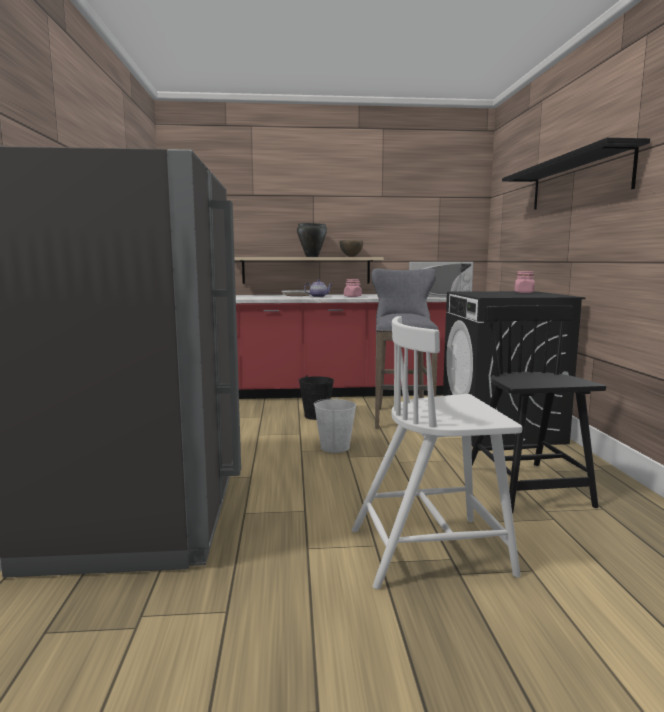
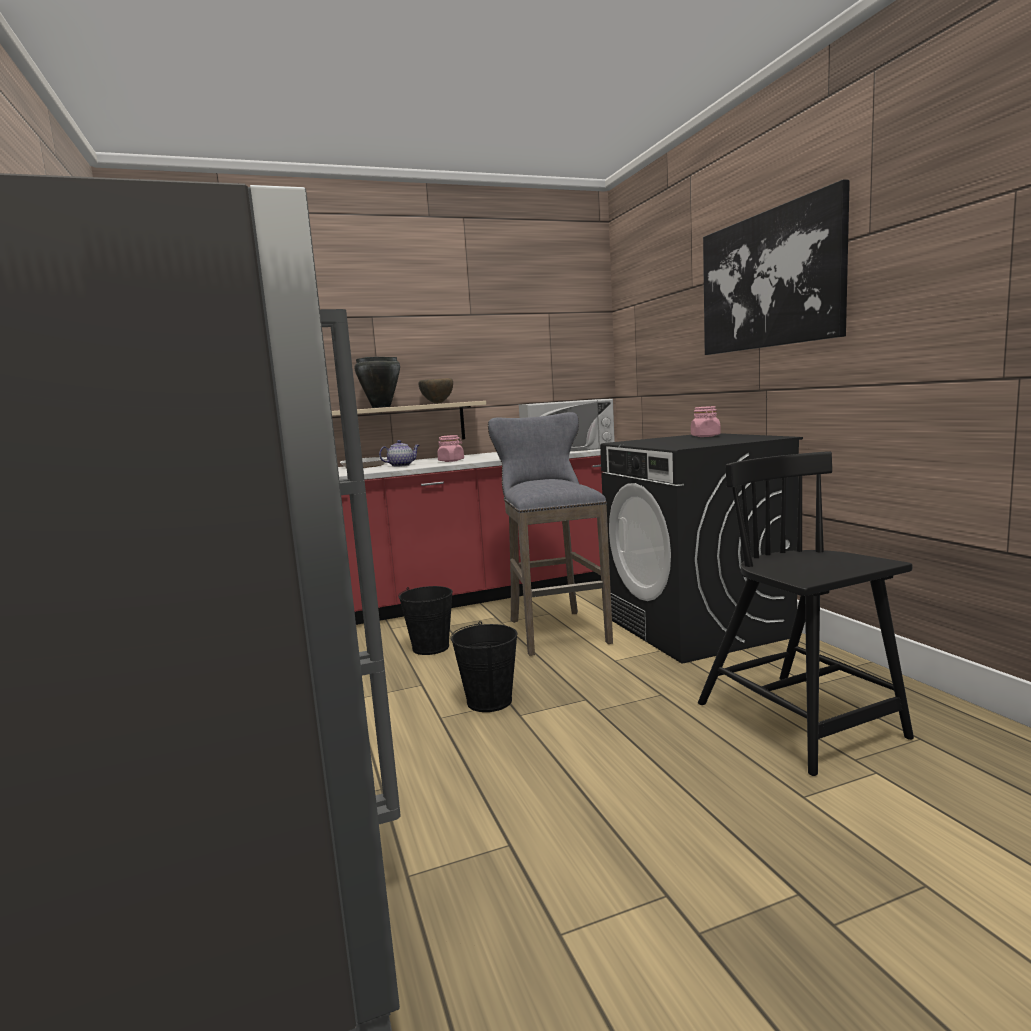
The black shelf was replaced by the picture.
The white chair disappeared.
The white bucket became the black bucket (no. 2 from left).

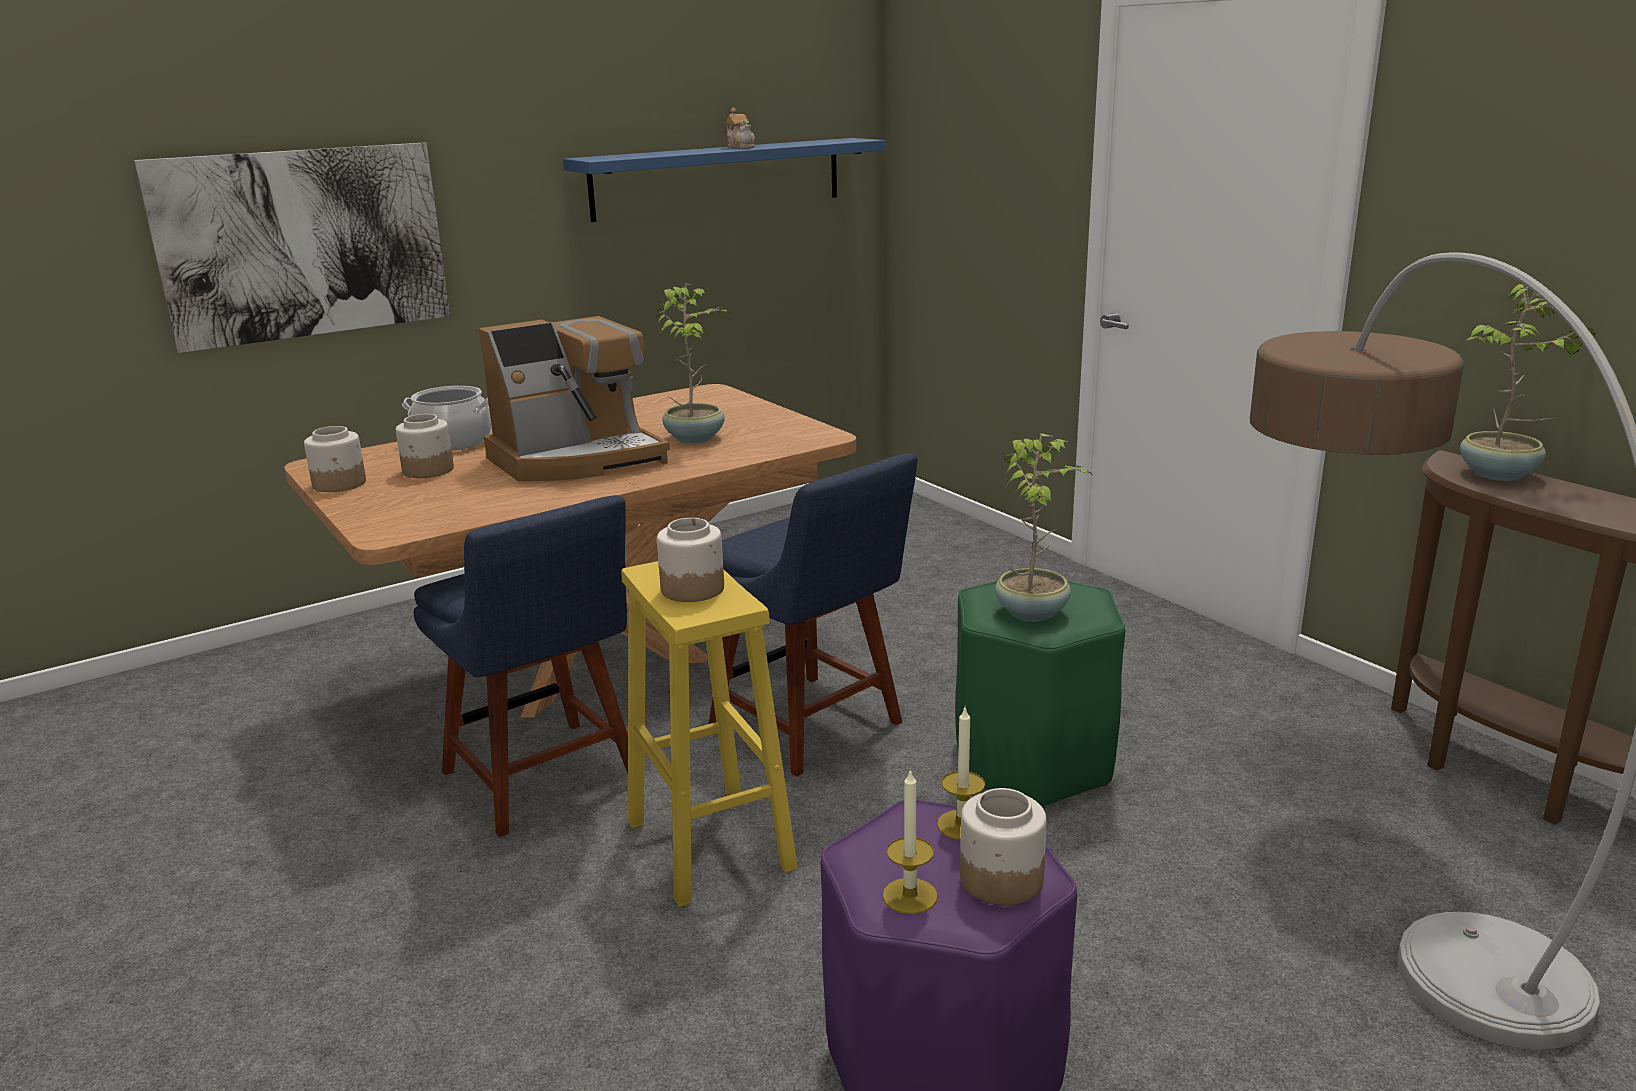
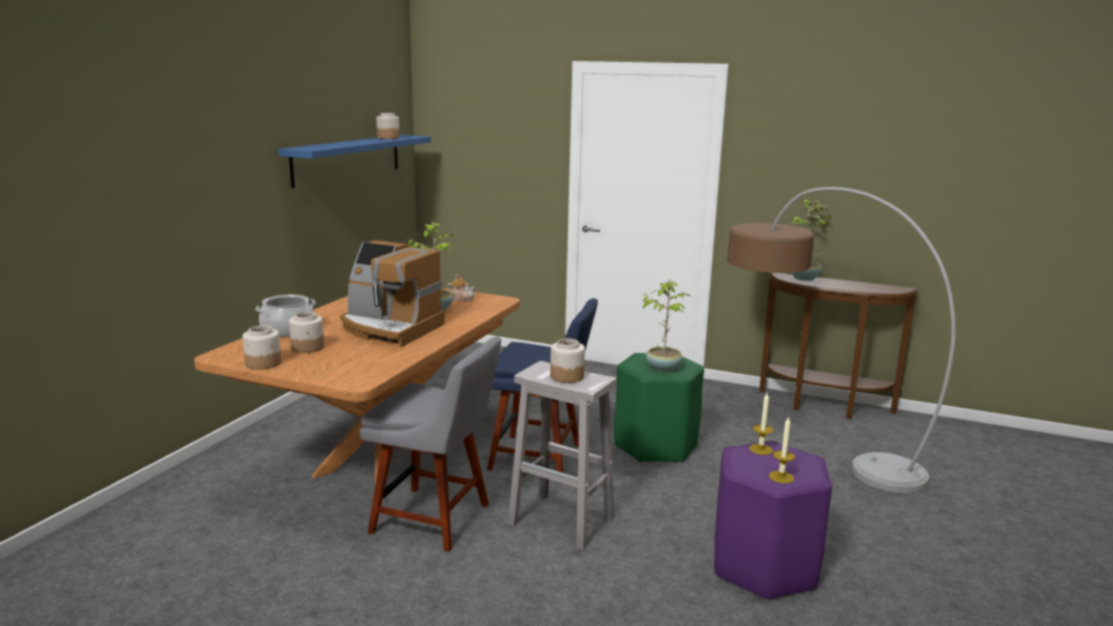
The teapot moved.
The picture disappeared.
The coffee machine turned 90 degrees clockwise.
The blue chair (no. 1 from left) became the grey chair.
The yellow stool became the white stool.
The jar (no. 4 from left in the first image) moved.

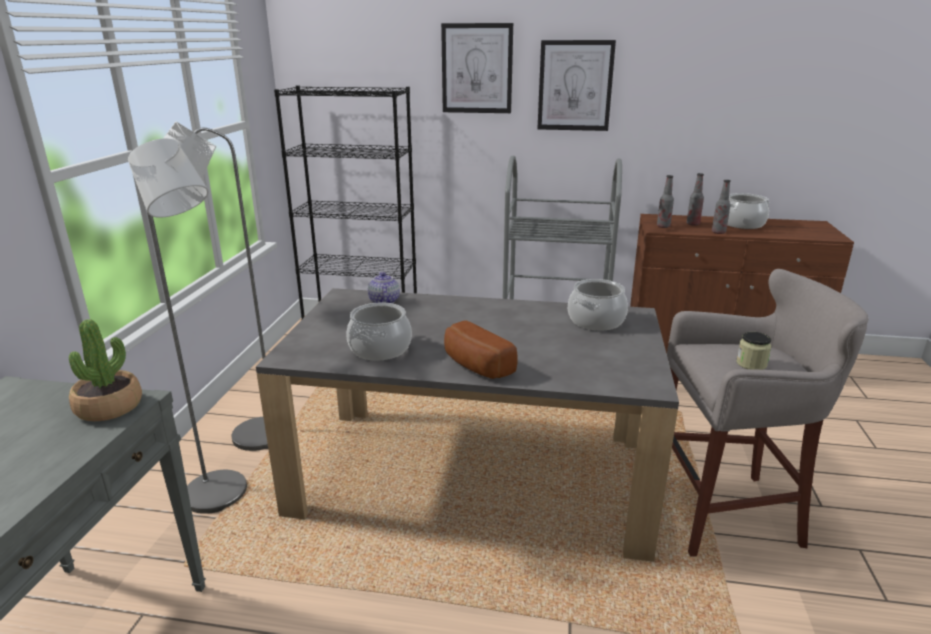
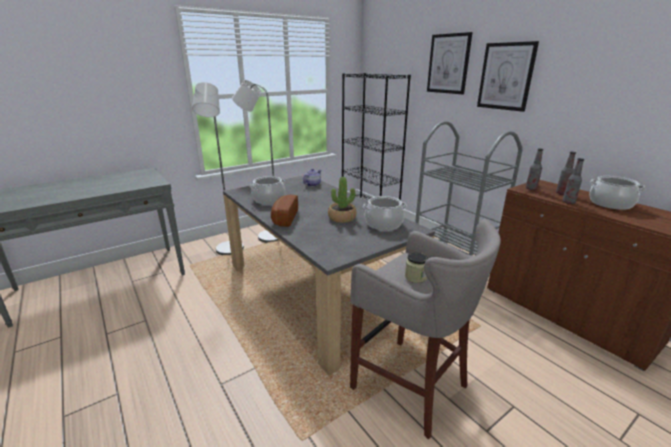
The potted plant moved.

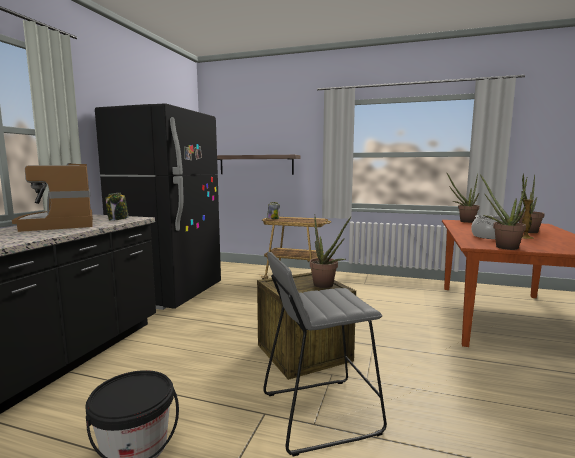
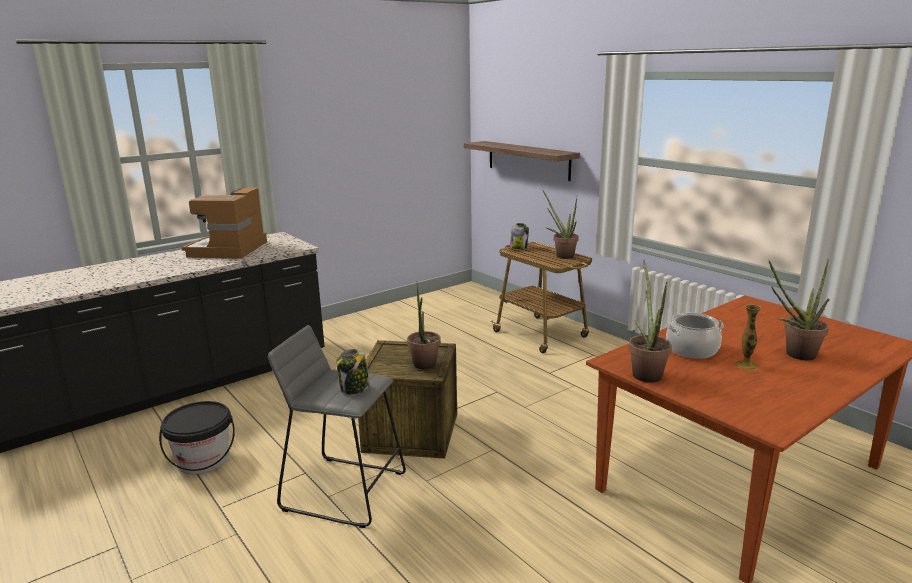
The black fridge disappeared.
The potted plant (no. 2 from left) moved.
The jar (no. 1 from left) moved.

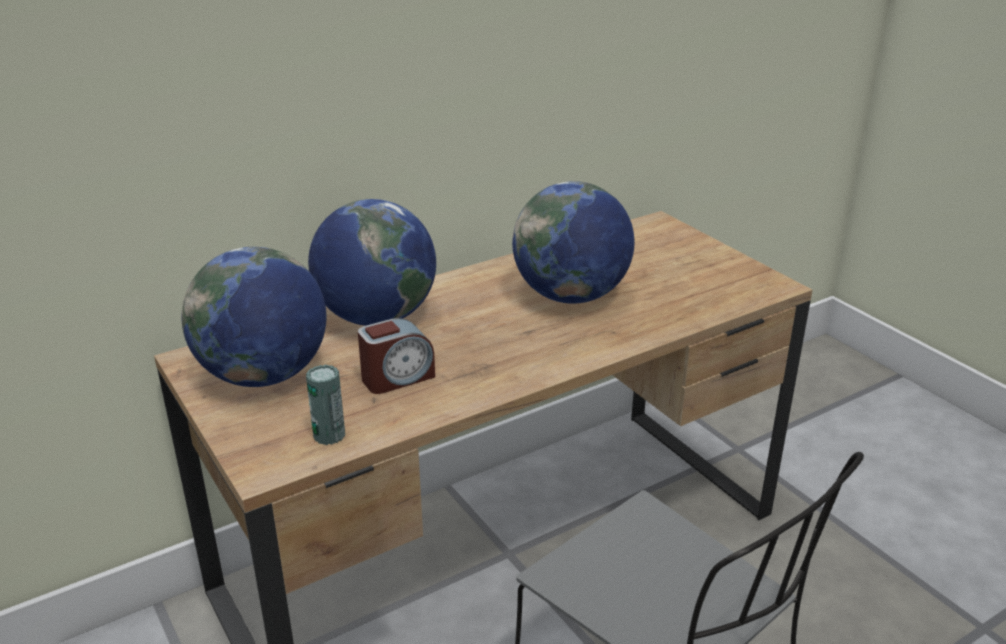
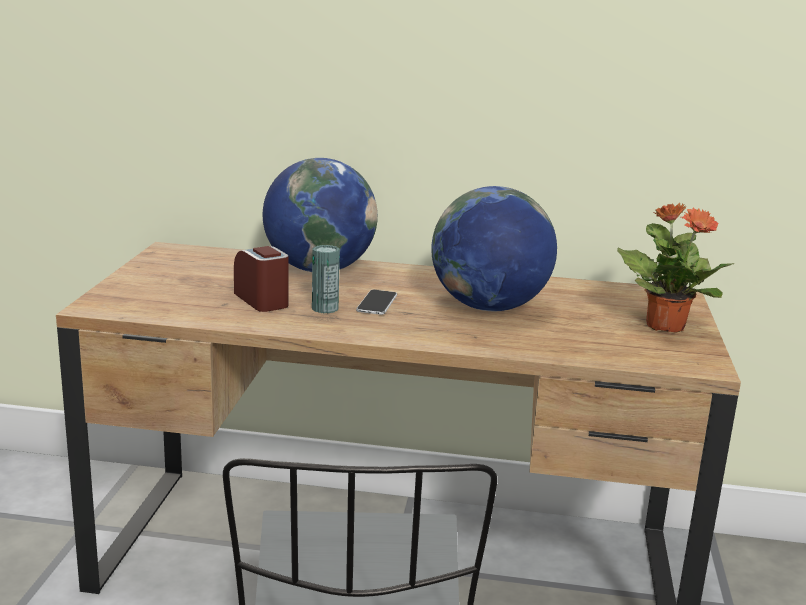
The globe (no. 1 from left) disappeared.
The alarm clock turned 135 degrees counterclockwise.
The can moved.
The potted plant appeared.
The phone appeared.

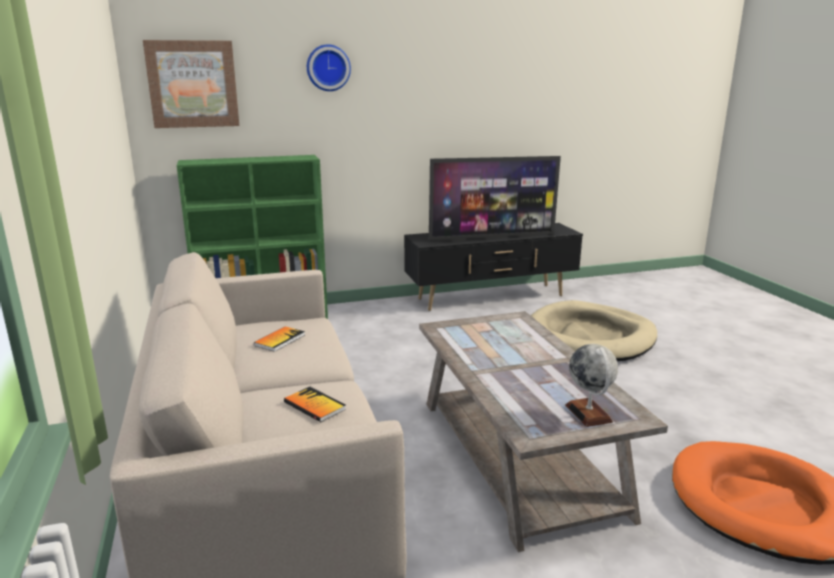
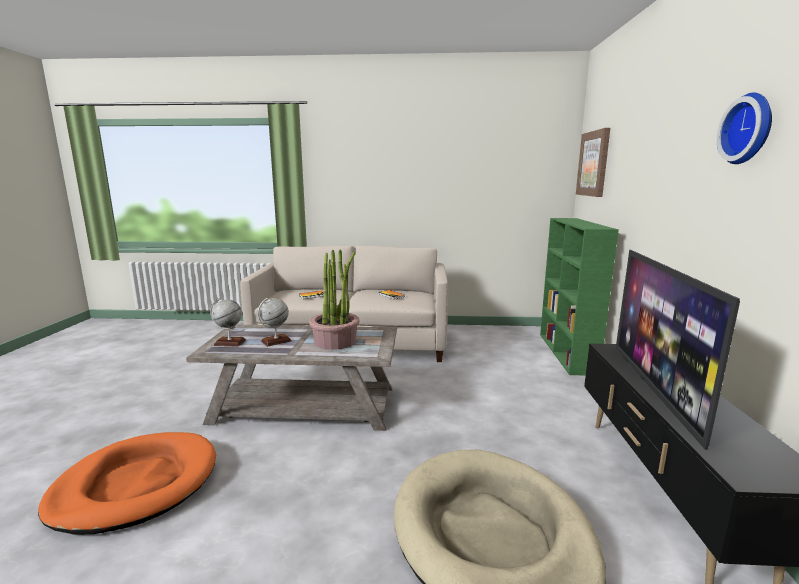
The wall clock moved.
The potted plant appeared.
The globe (no. 2 from left) appeared.

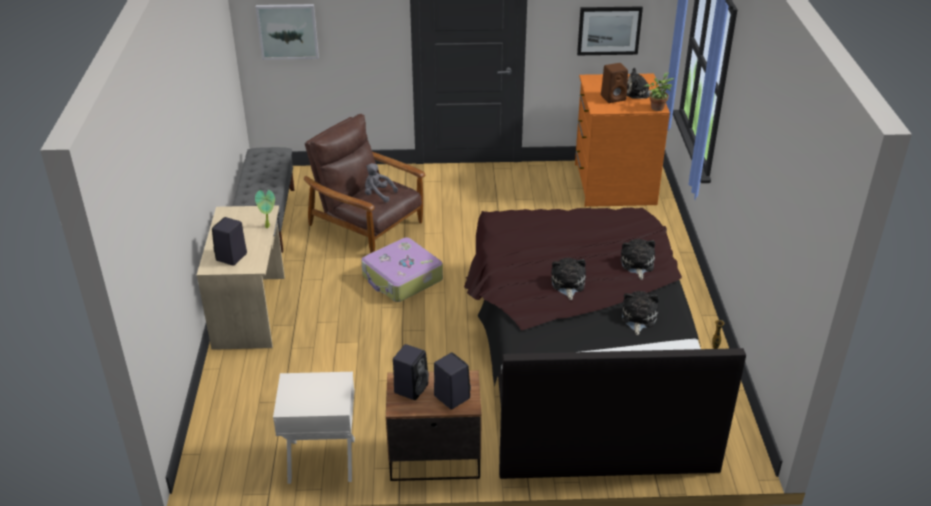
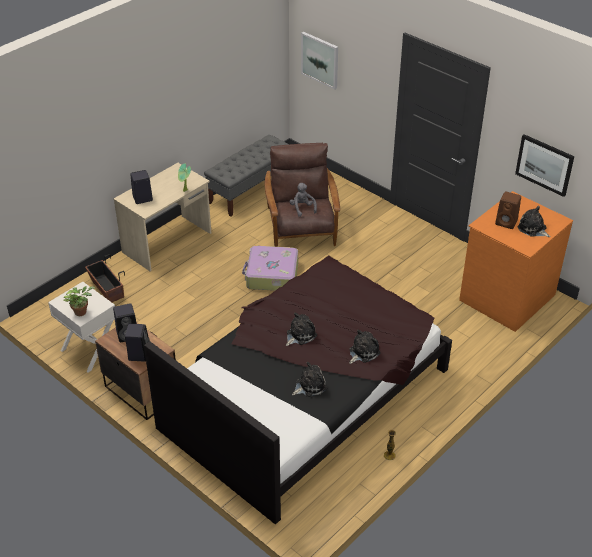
The potted plant (no. 2 from left in the first image) moved.
The planter appeared.

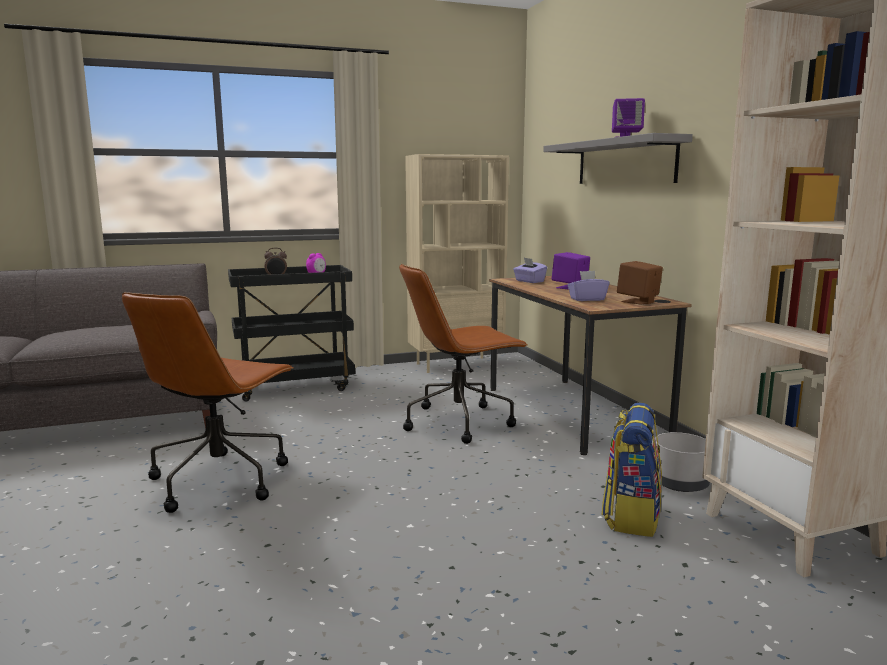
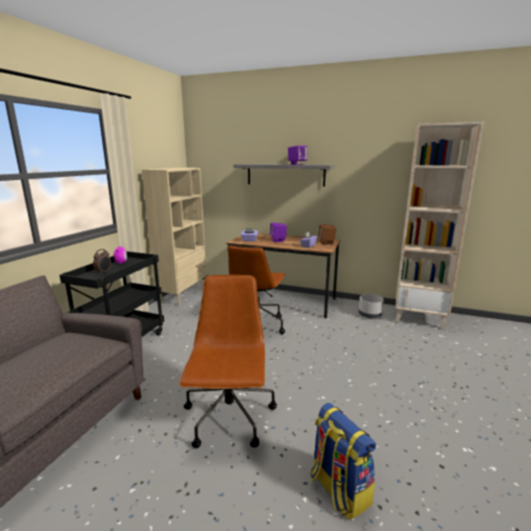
The brown office chair (no. 1 from left) turned 150 degrees counterclockwise.
The backpack moved.

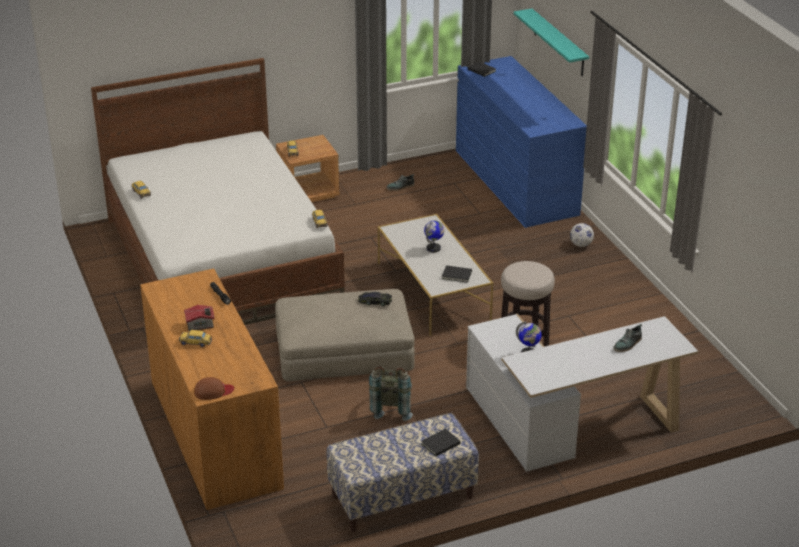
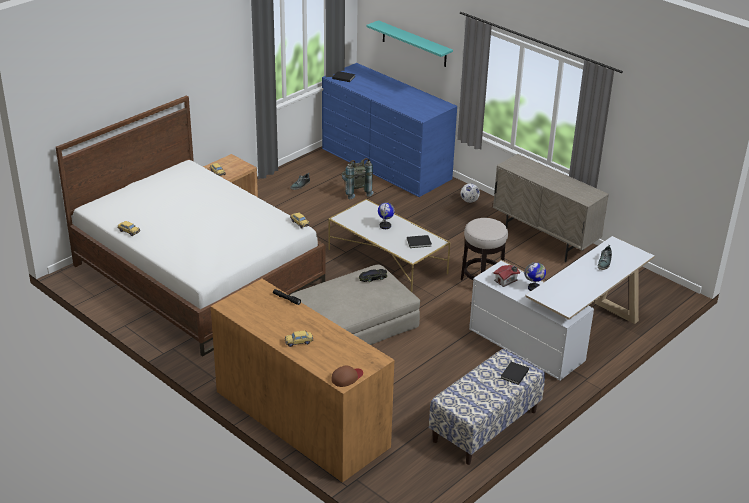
The toy house moved.
The grey backpack moved.
The beige cabinet appeared.

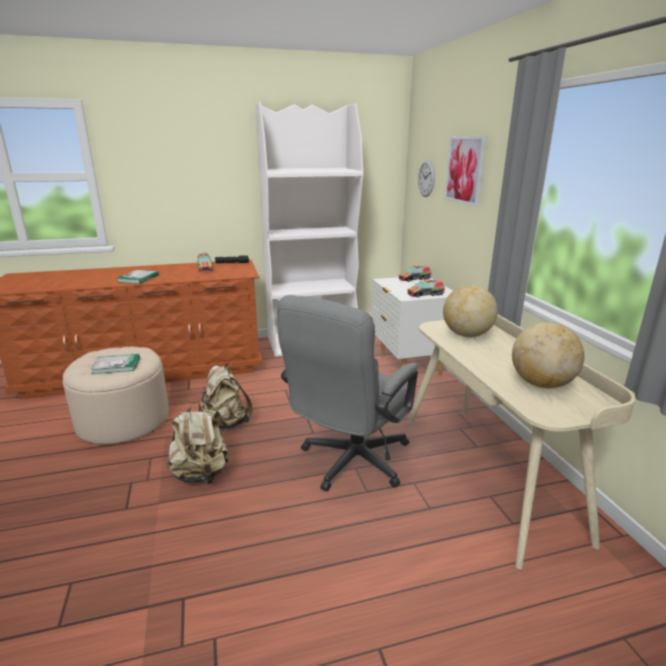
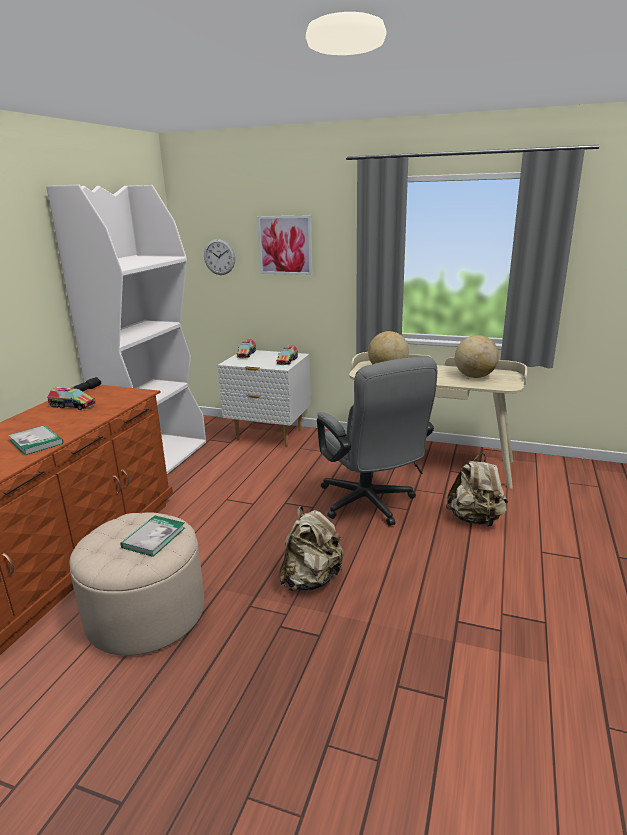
The beige backpack (no. 2 from left) moved.

